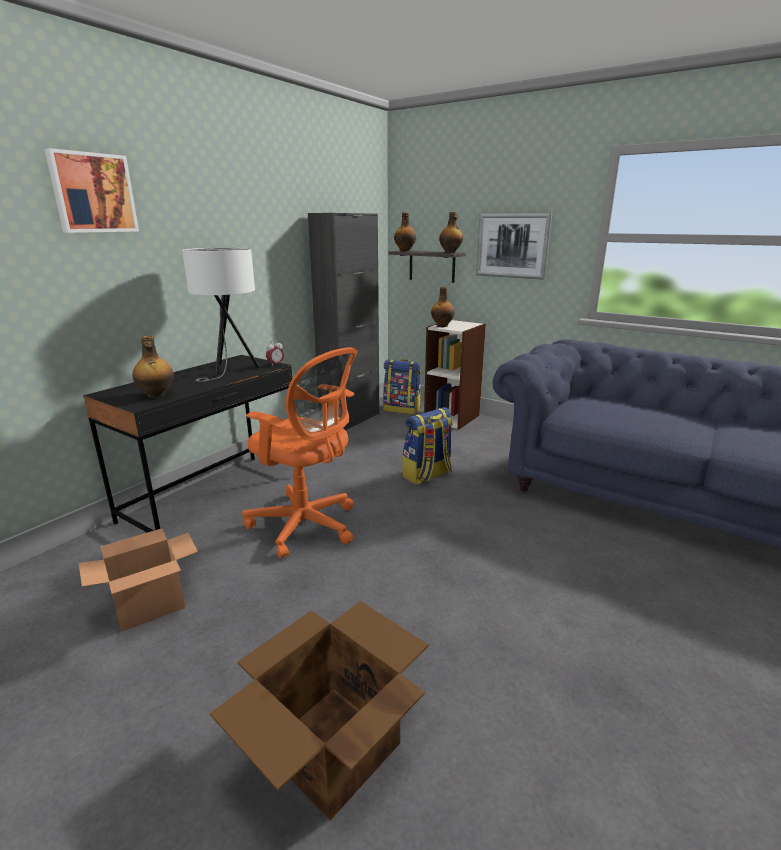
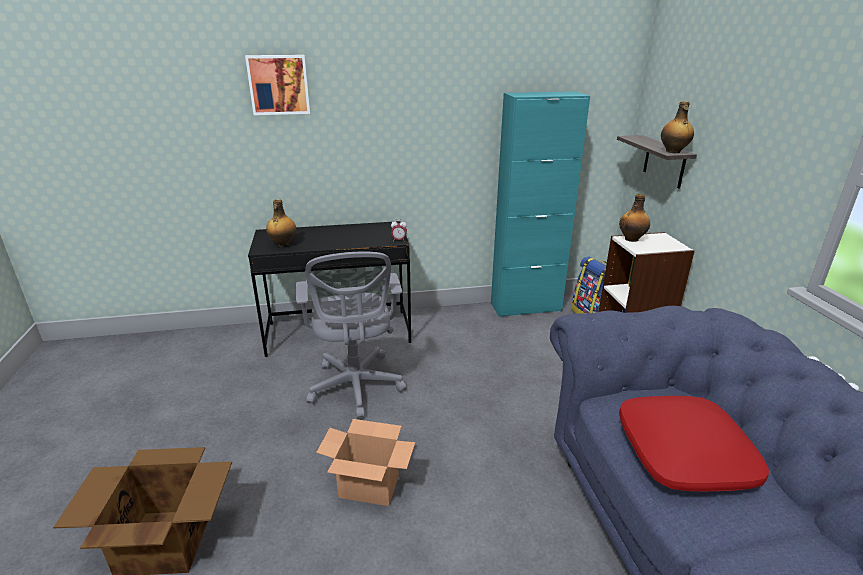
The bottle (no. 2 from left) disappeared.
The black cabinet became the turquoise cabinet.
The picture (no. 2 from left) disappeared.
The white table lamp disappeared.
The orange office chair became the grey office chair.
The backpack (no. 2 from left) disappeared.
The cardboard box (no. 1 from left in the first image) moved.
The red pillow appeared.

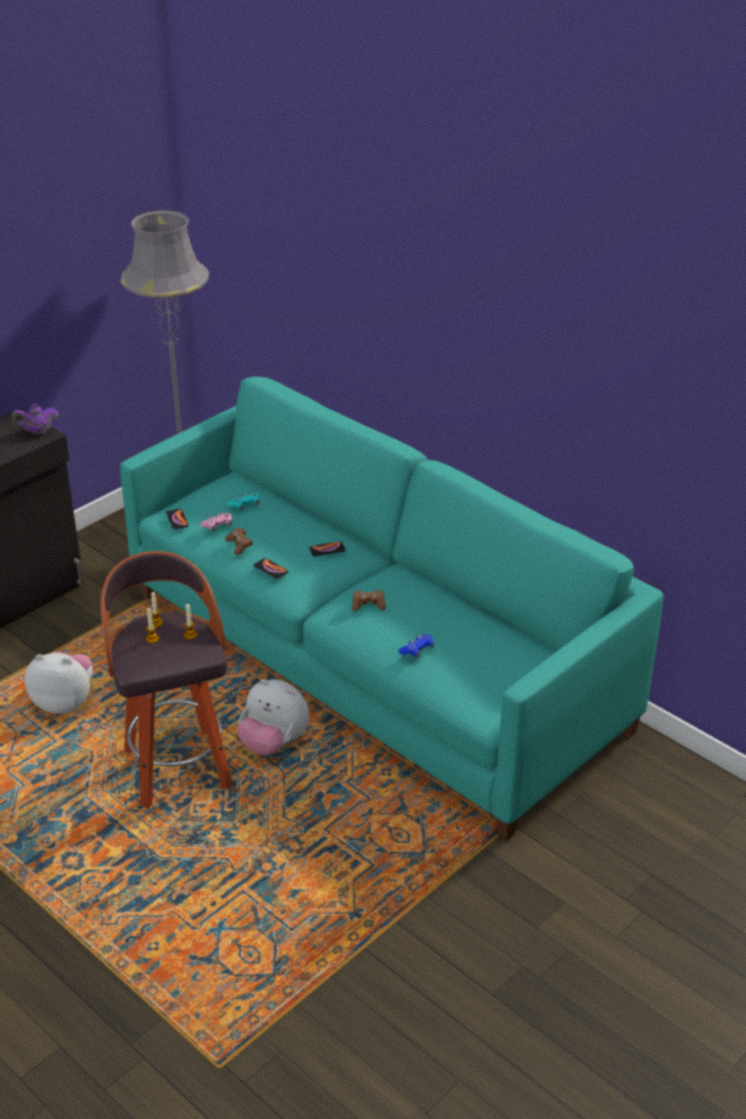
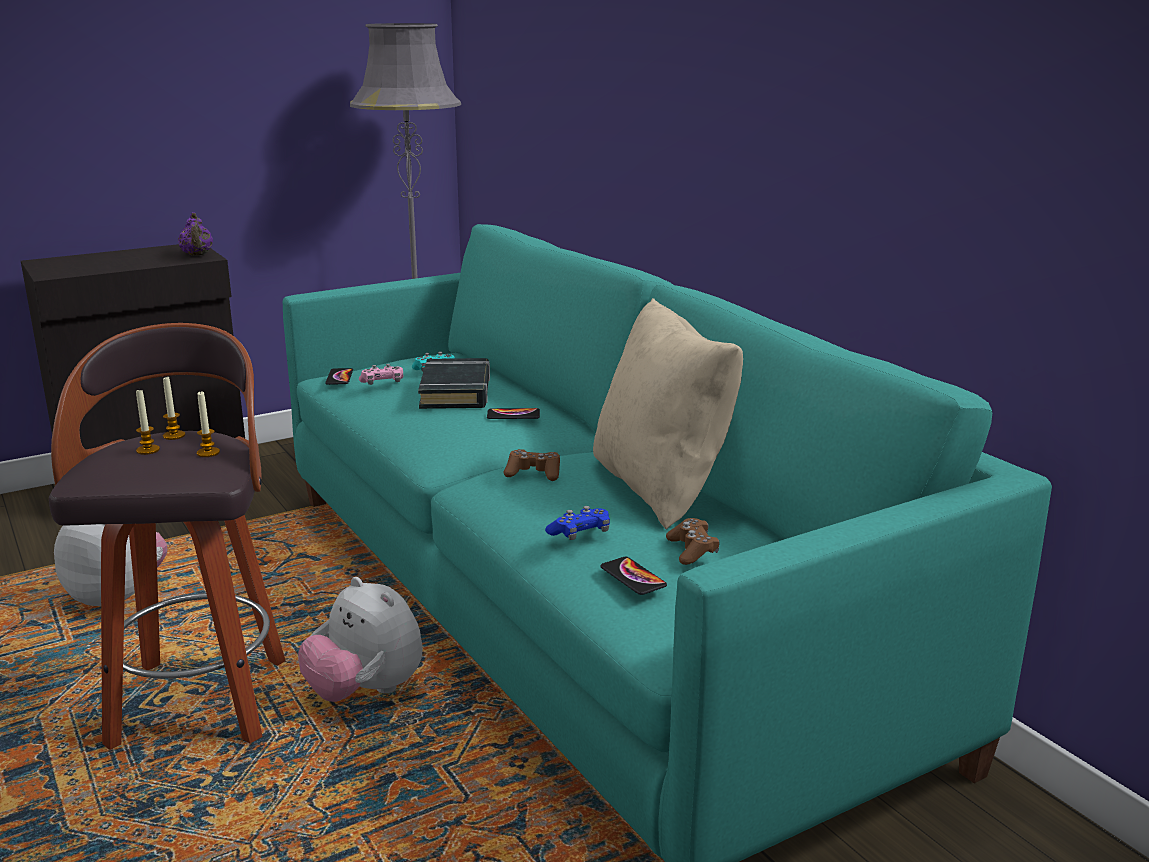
The purple teapot turned 105 degrees counterclockwise.
The brown game controller (no. 1 from left in the first image) moved.
The phone (no. 2 from left in the first image) moved.
The beige pillow appeared.
The black book appeared.

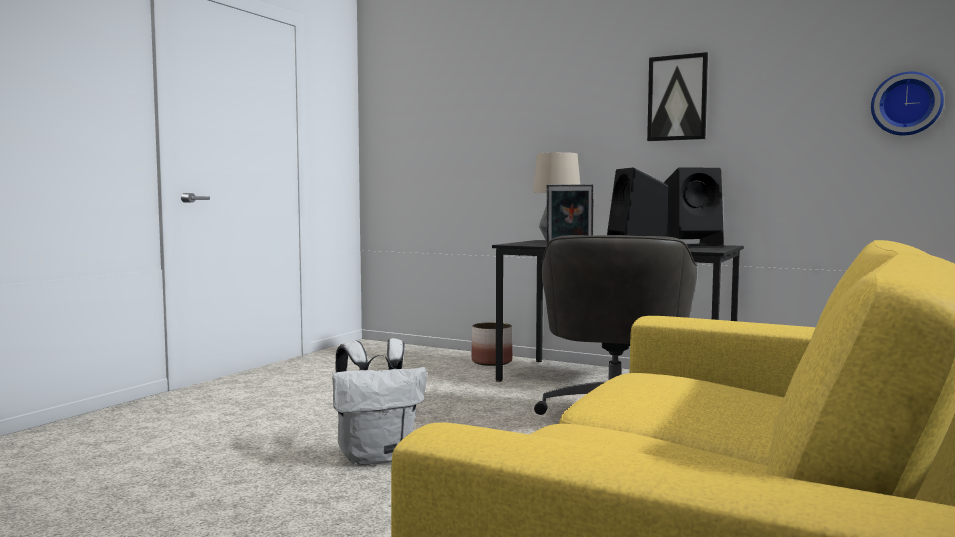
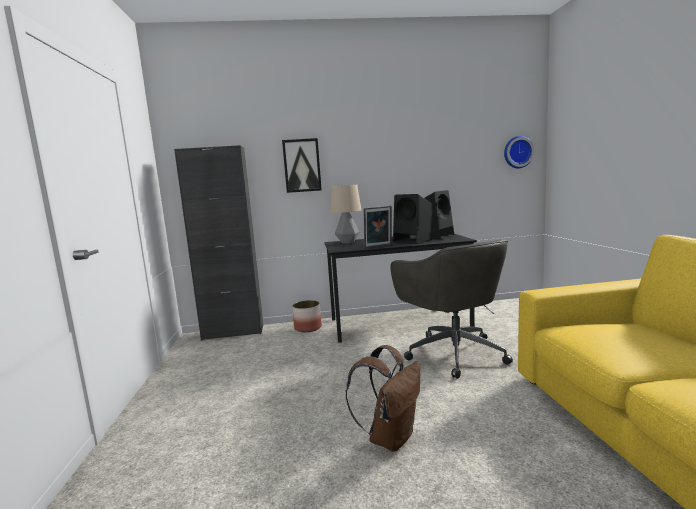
The picture moved.
The white backpack became the brown backpack.
The black cabinet appeared.

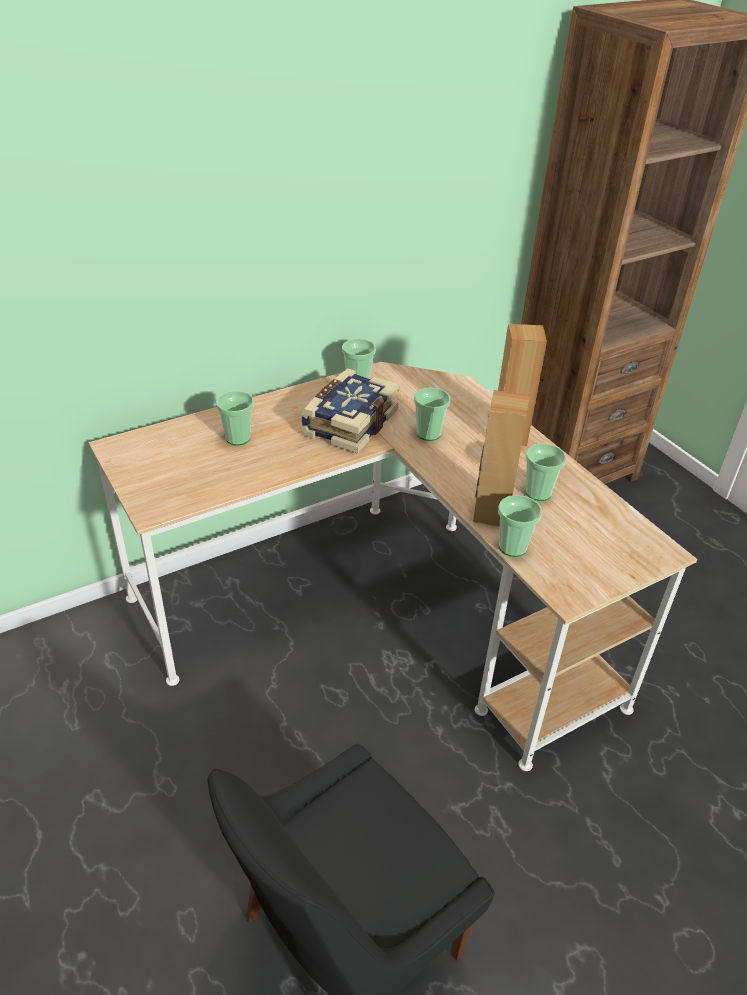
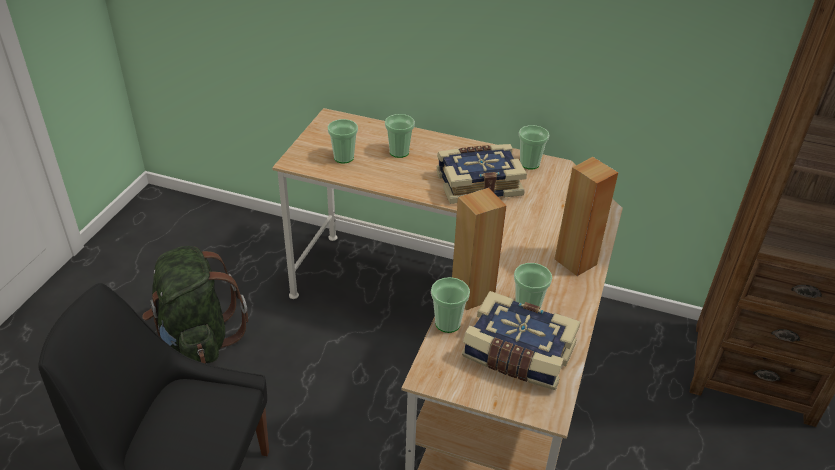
The cup (no. 3 from left in the first image) moved.
The green backpack appeared.
The book (no. 2 from left) appeared.

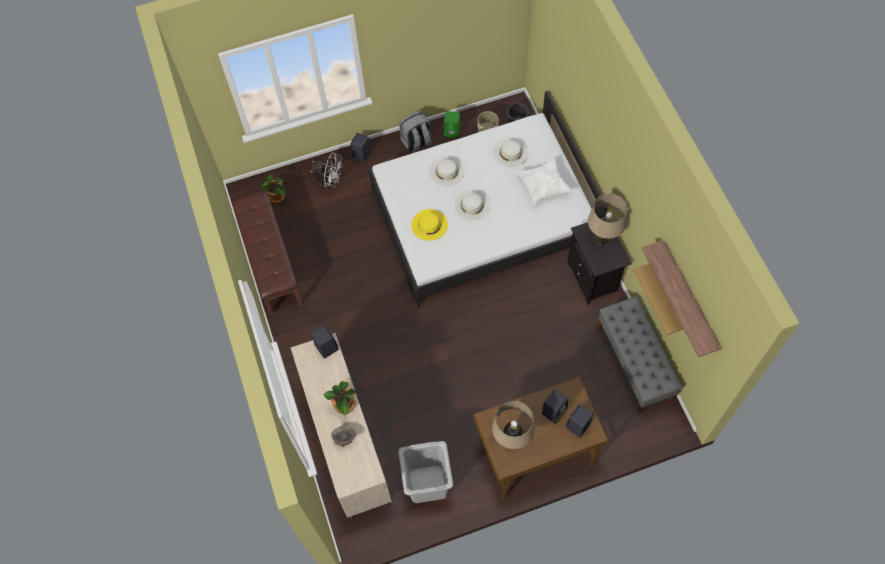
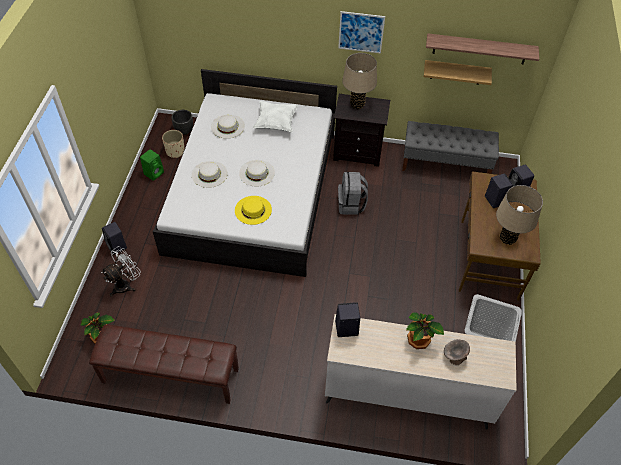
The grey backpack moved.
The picture appeared.

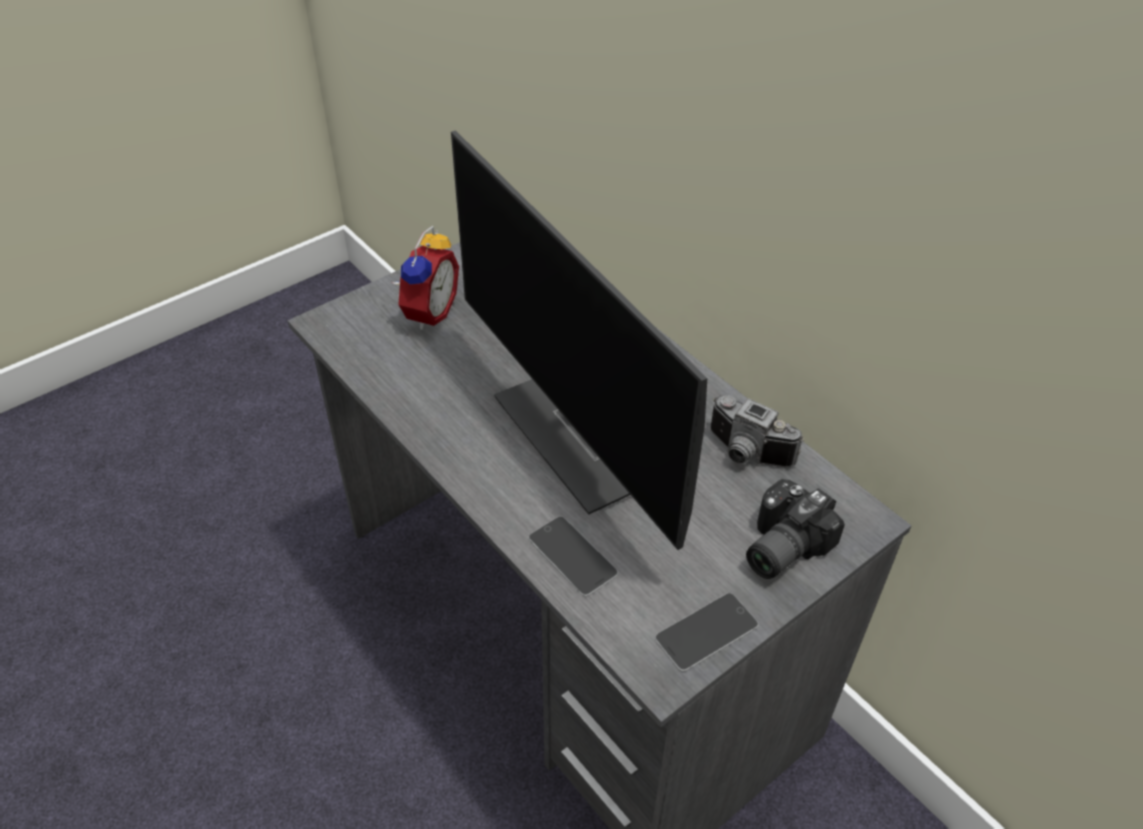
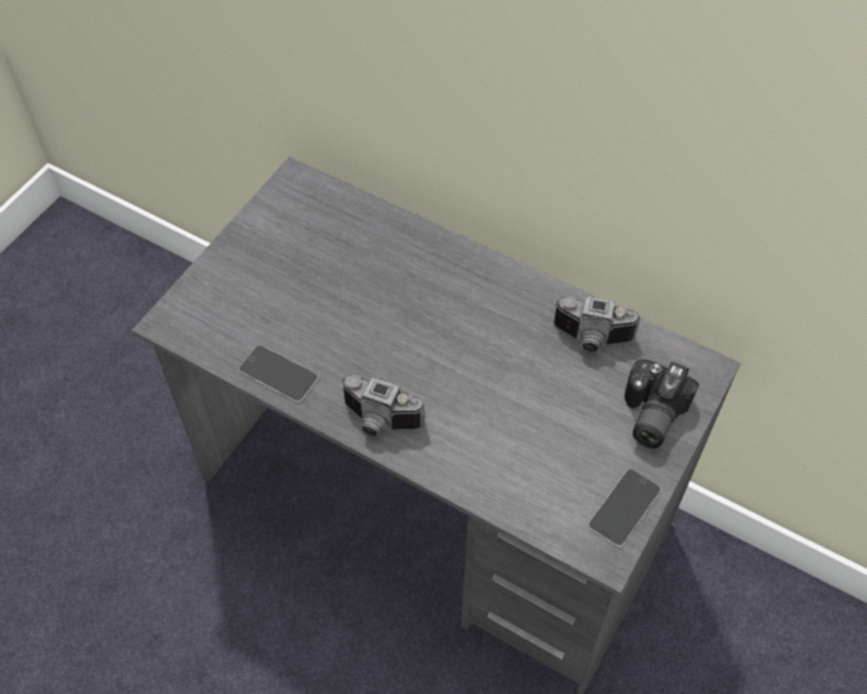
The monitor disappeared.
The alarm clock disappeared.
The phone (no. 1 from left) moved.
The photo camera (no. 1 from left) appeared.

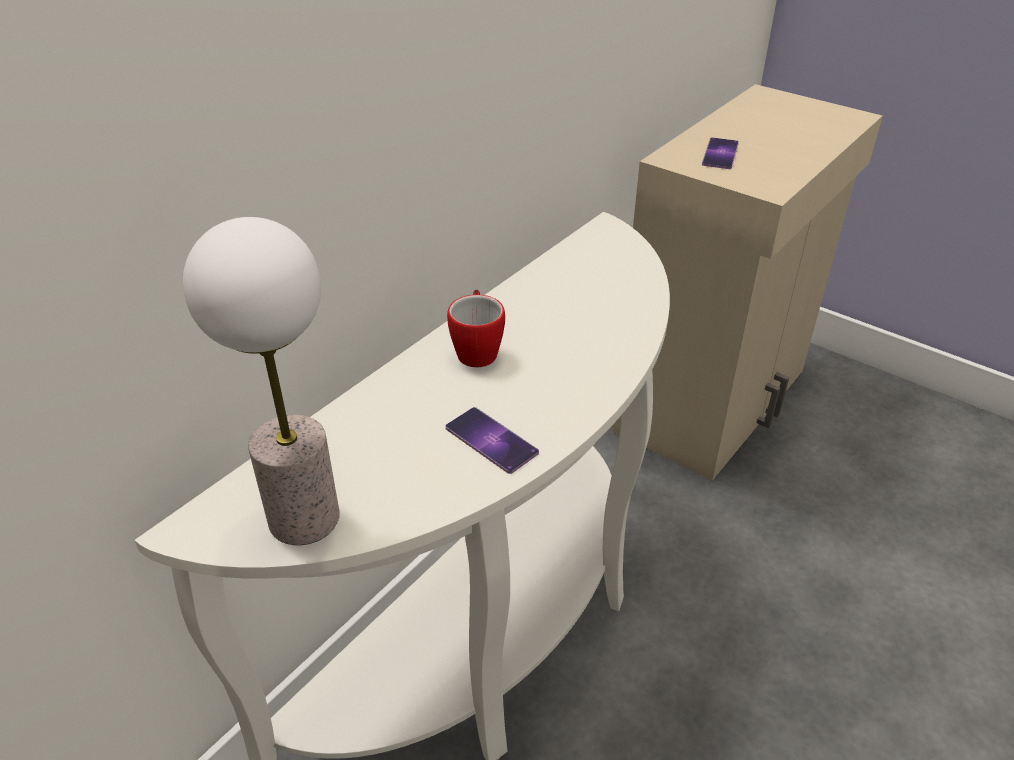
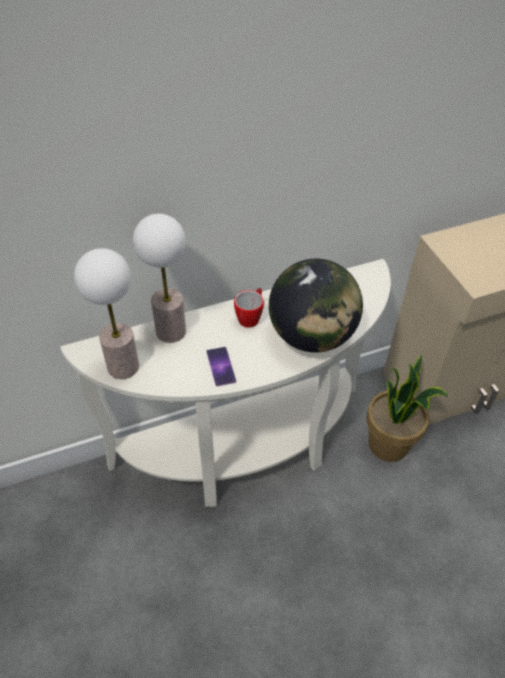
The phone (no. 2 from left) disappeared.
The table lamp (no. 2 from left) appeared.
The globe appeared.
The potted plant appeared.

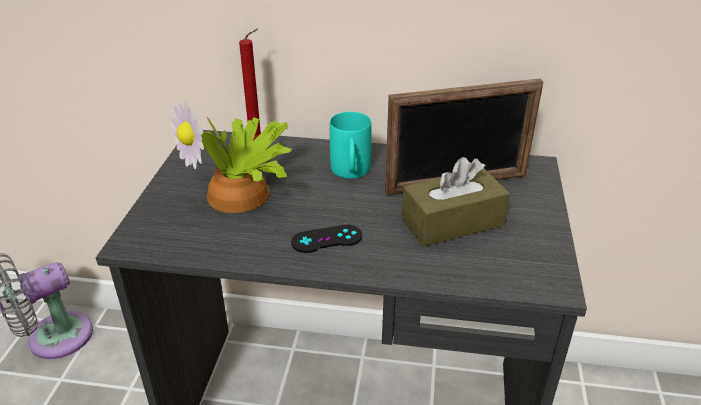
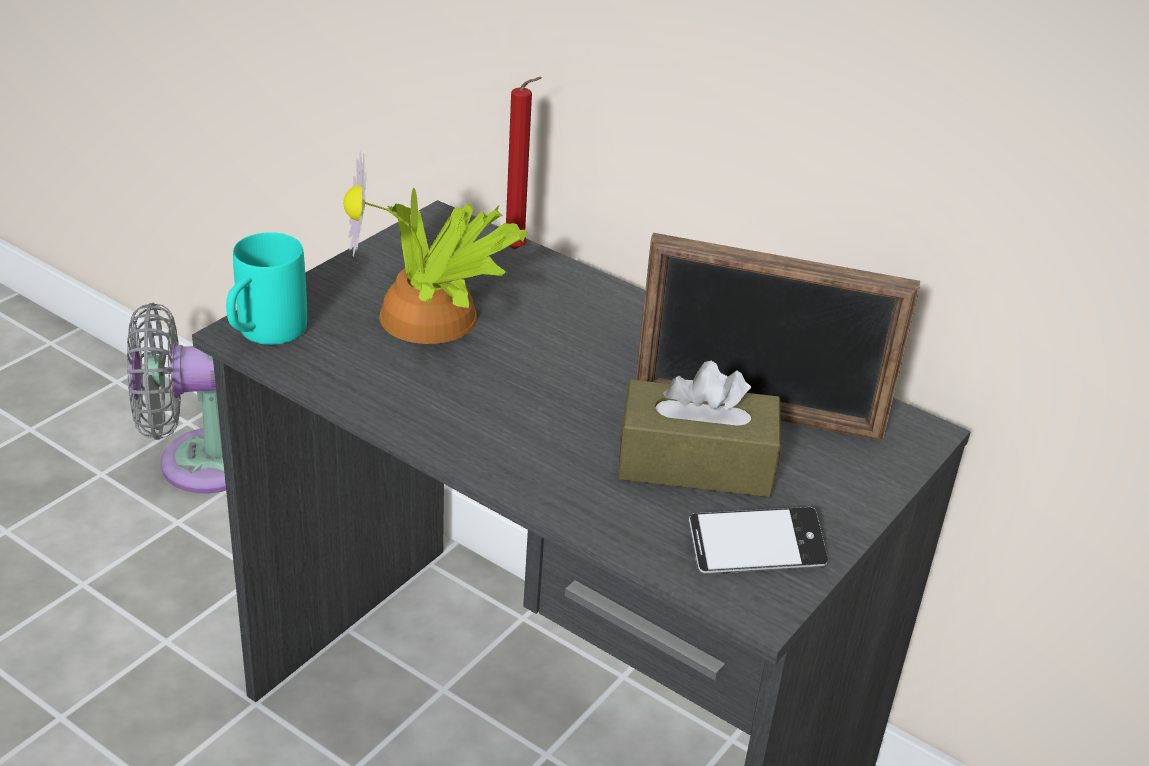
The turquoise mug moved.
The black game controller disappeared.
The phone appeared.

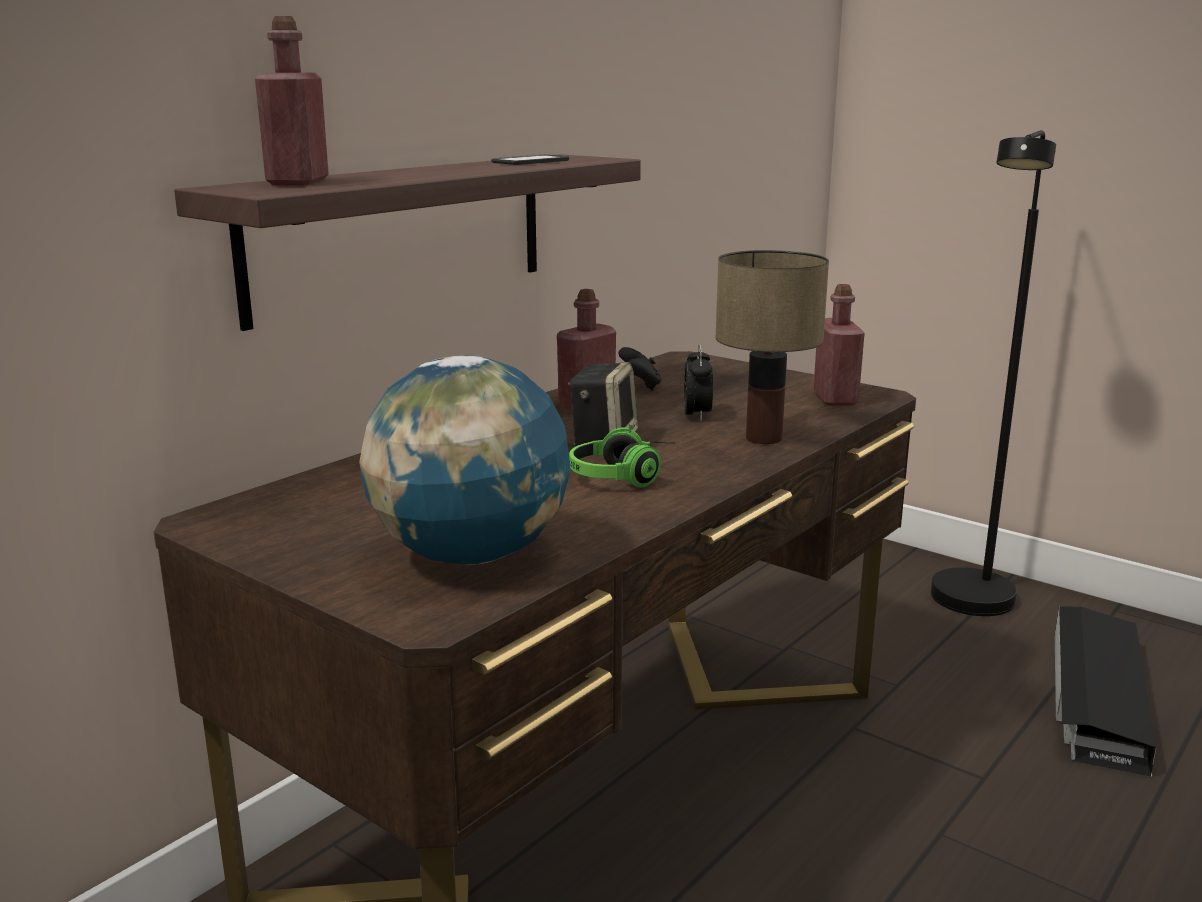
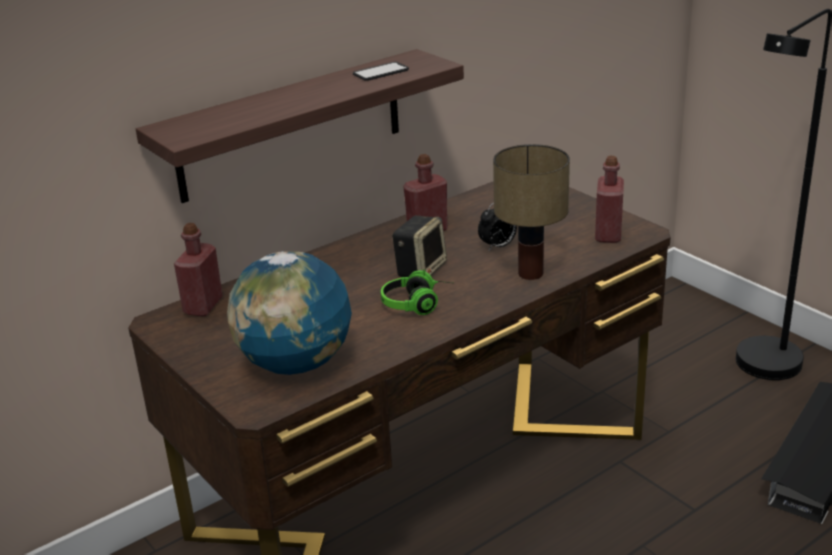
The red bottle (no. 1 from left) moved.
The alarm clock turned 45 degrees clockwise.
The black game controller disappeared.

